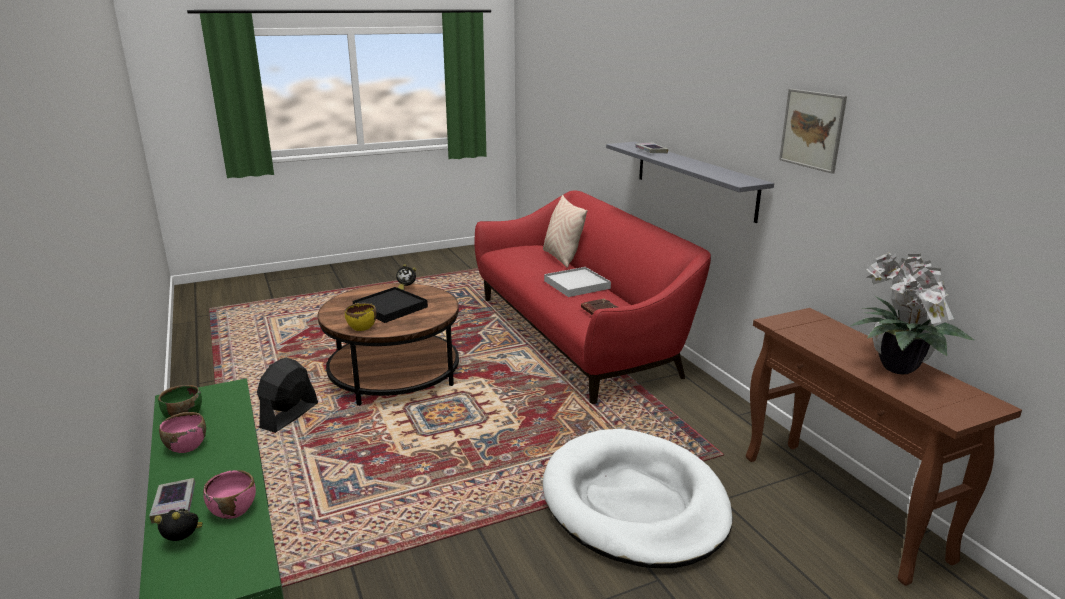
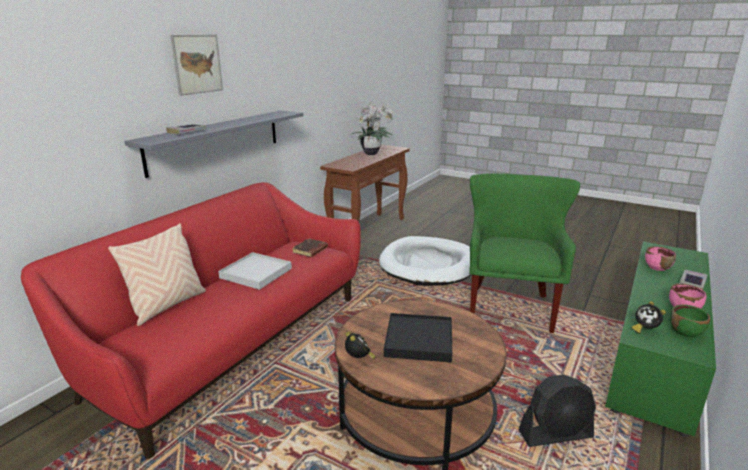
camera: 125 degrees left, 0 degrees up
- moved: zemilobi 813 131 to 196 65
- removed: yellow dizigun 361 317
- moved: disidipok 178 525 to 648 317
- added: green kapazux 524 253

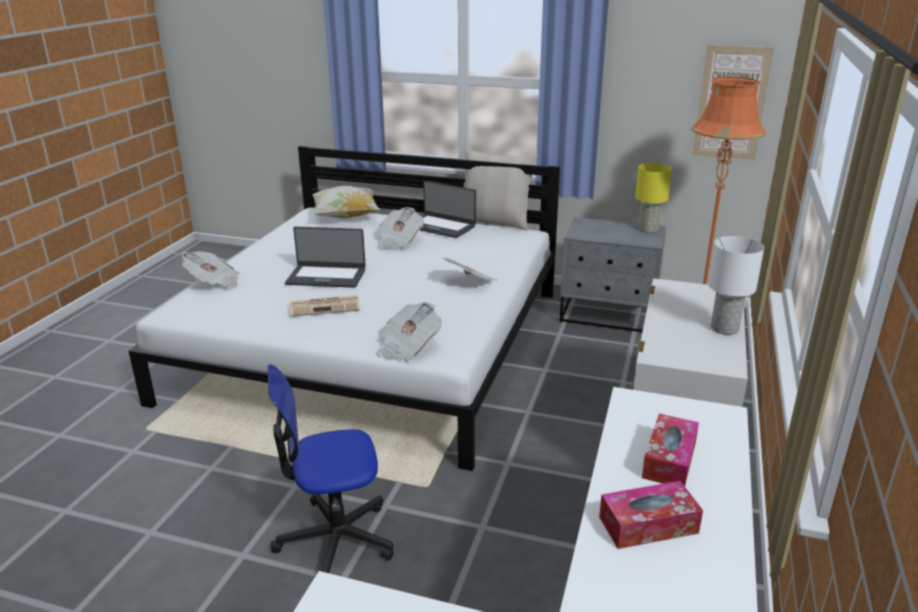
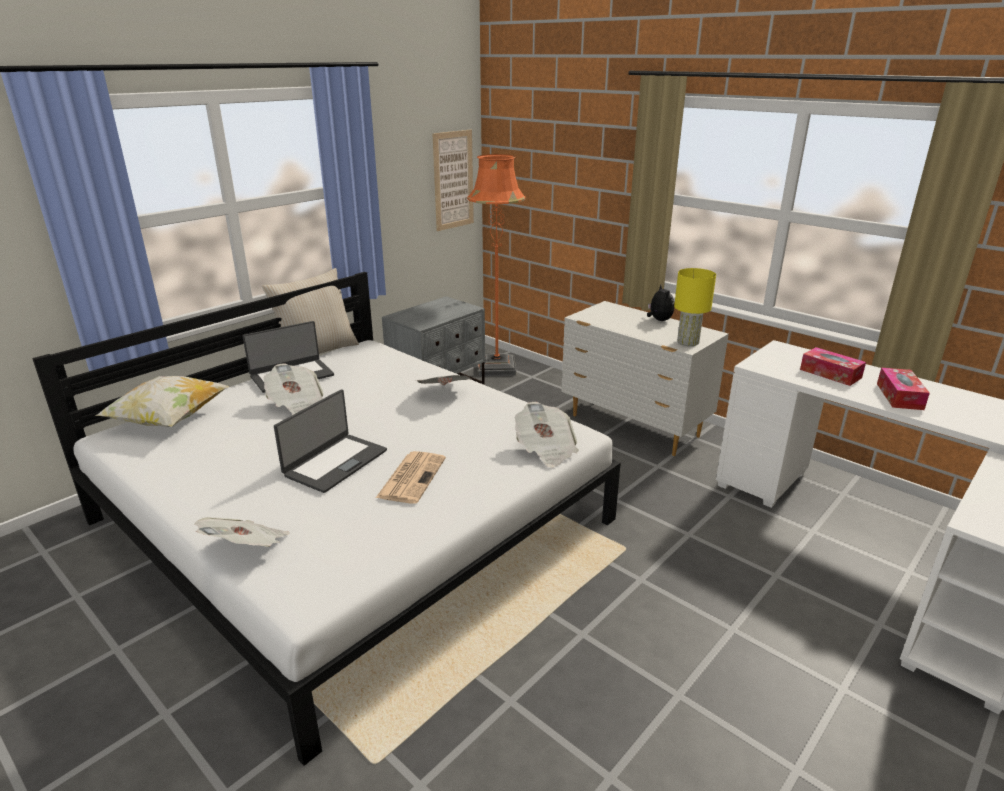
camera: 65 degrees left, 0 degrees up
- moved: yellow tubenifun 653 198 to 695 307
- replaced: white tubenifun 736 285 to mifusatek 660 303
- removed: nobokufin 331 468

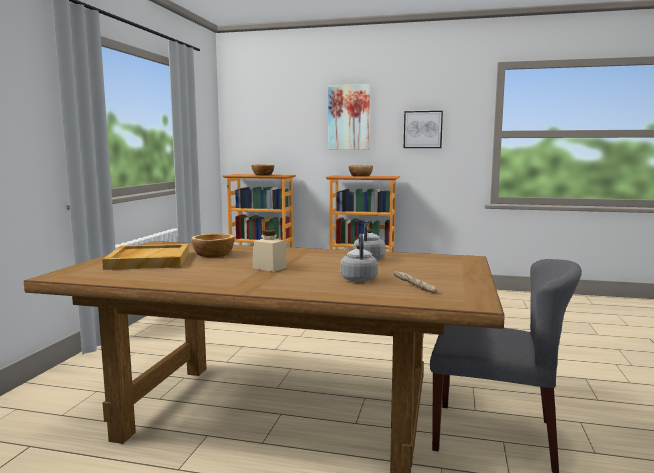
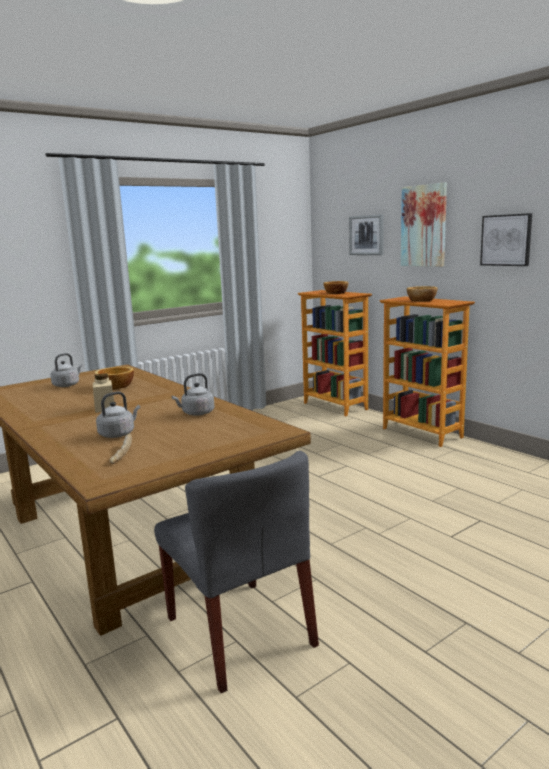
camera: 40 degrees right, 5 degrees up
- replaced: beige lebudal 145 257 to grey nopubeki 66 370
- added: zemilobi 366 234

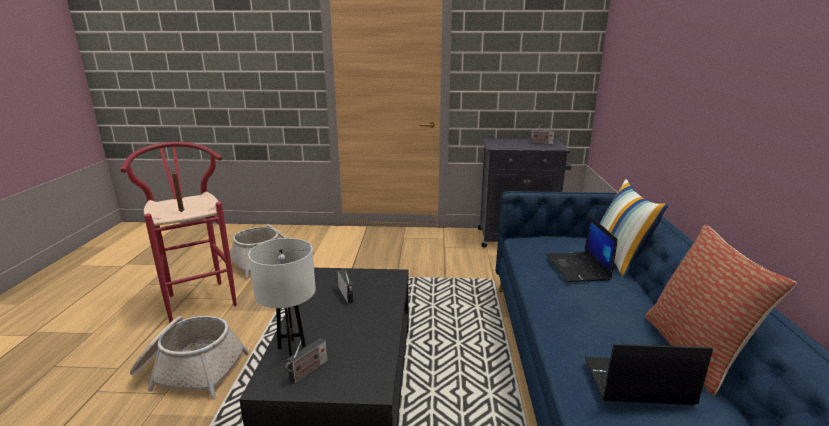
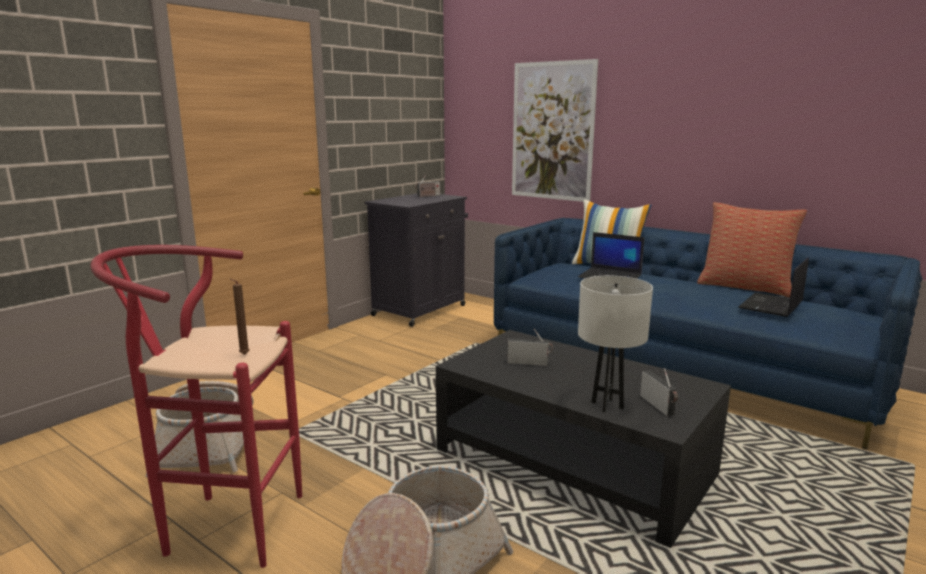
camera: 55 degrees left, 5 degrees down
- added: zemilobi 555 130

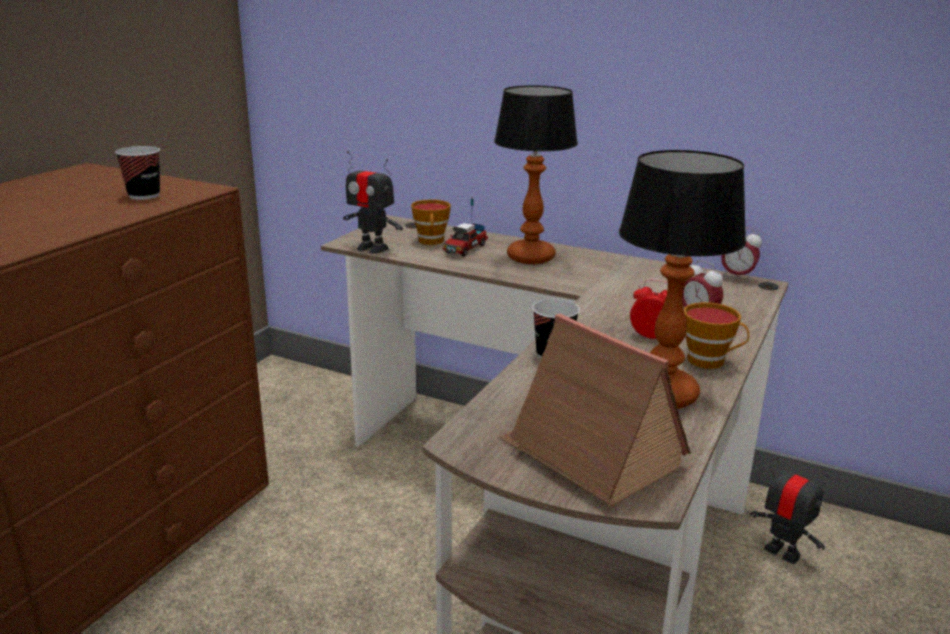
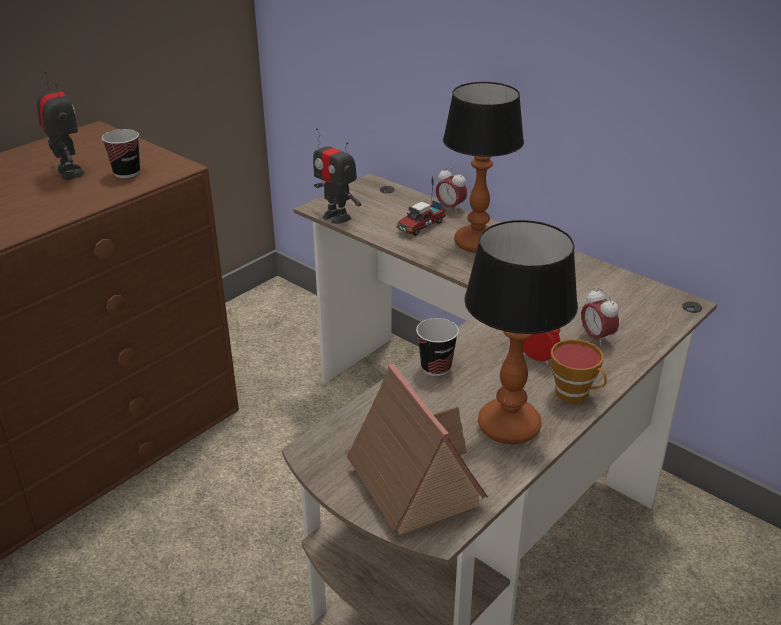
camera: 15 degrees right, 10 degrees up
- removed: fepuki 431 222
- moved: disidipok 741 253 to 451 190
- moved: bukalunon 789 510 to 61 126

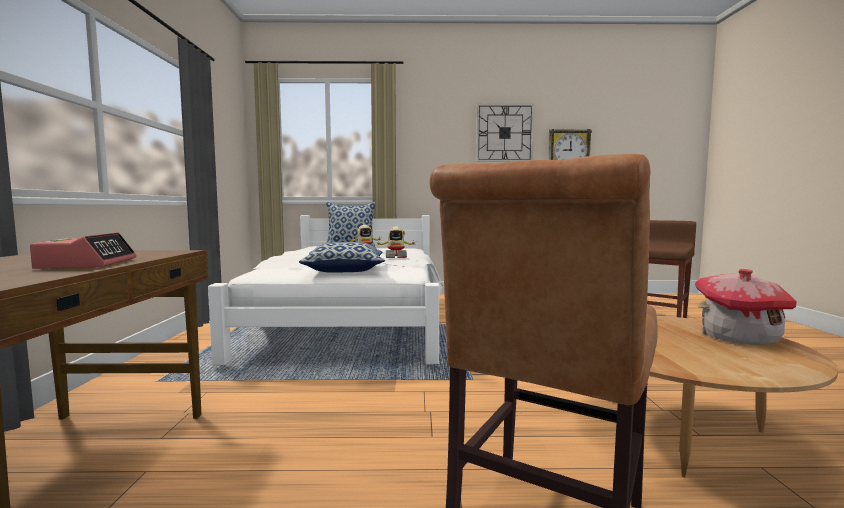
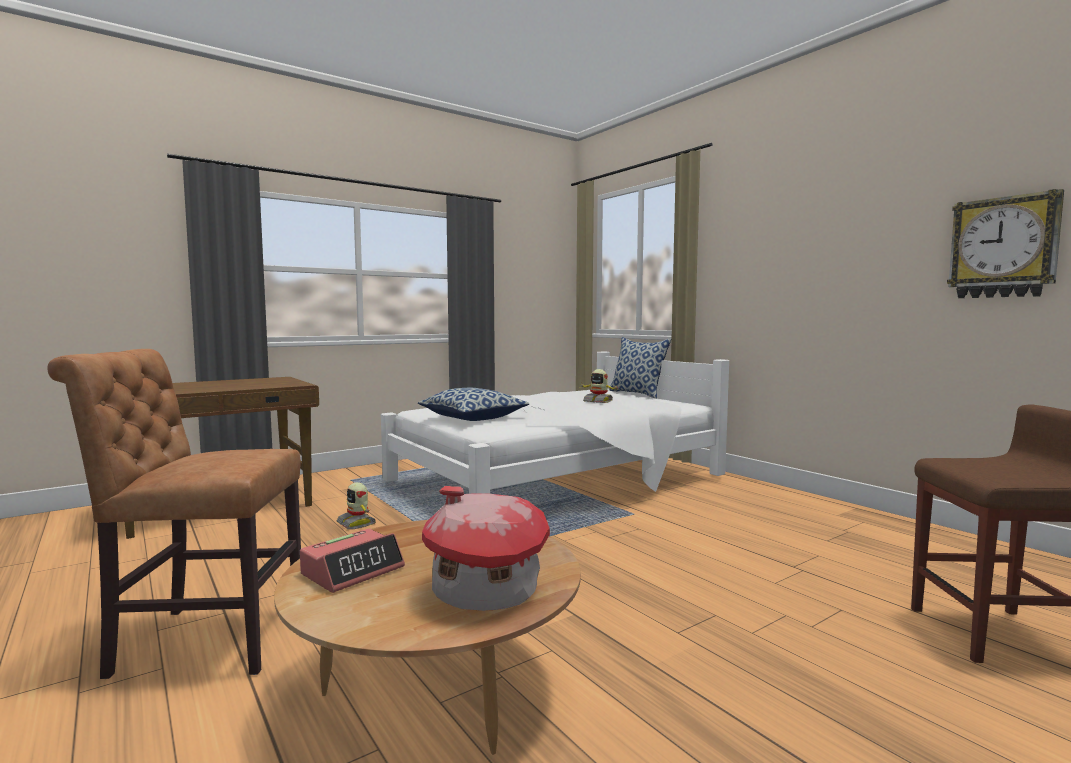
camera: 55 degrees right, 0 degrees up
- removed: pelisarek 505 132
- moved: bukalunon 395 242 to 356 505
- moved: disidipok 83 250 to 352 560

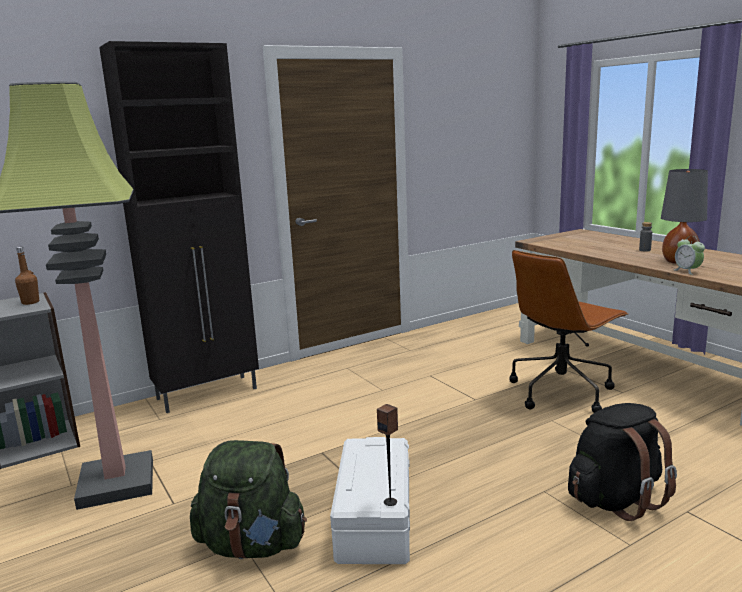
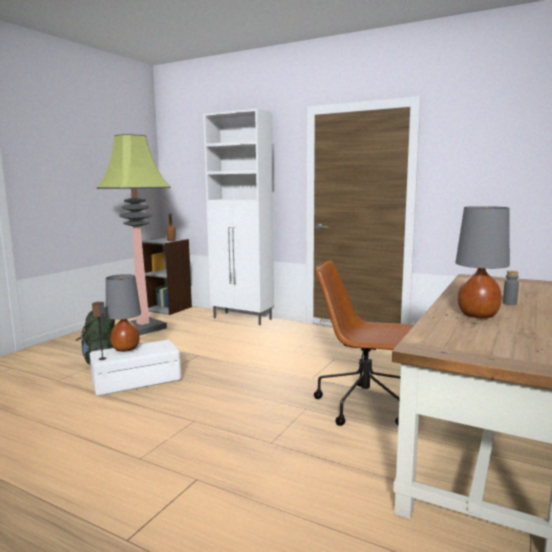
camera: 60 degrees right, 5 degrees down
- recoloured: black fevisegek 179 227 to white fevisegek 238 217
- removed: disidipok 689 255
- removed: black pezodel 622 462
- added: grey tubenifun 123 313

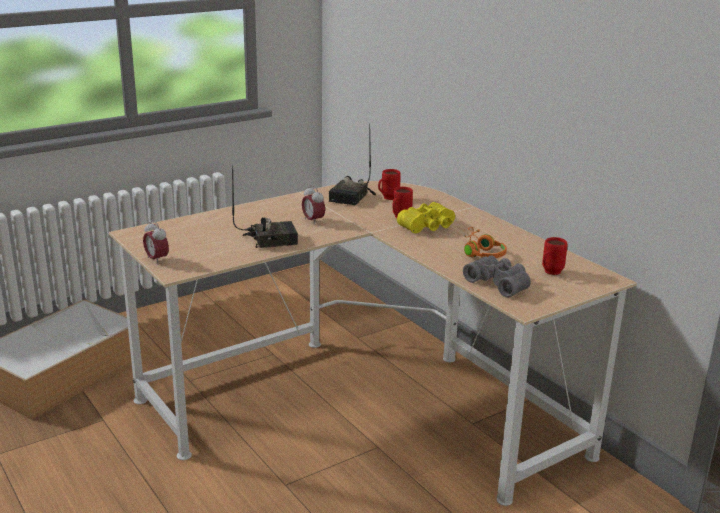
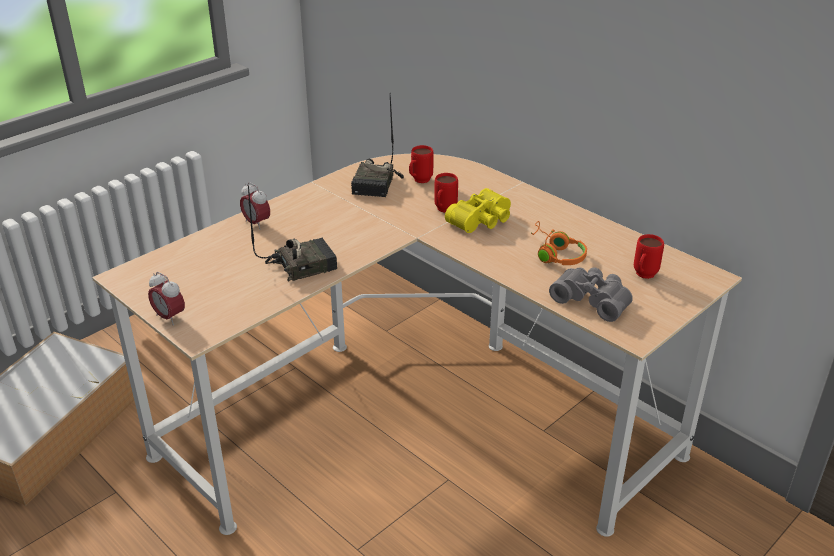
camera: 10 degrees left, 10 degrees up
- moved: disidipok 313 205 to 255 206

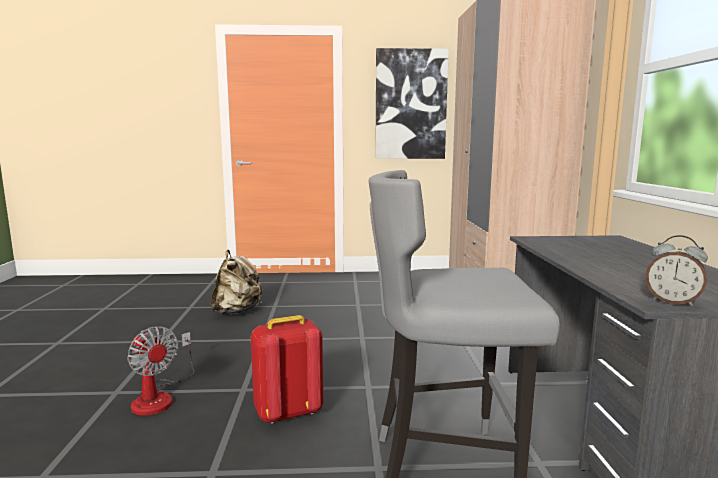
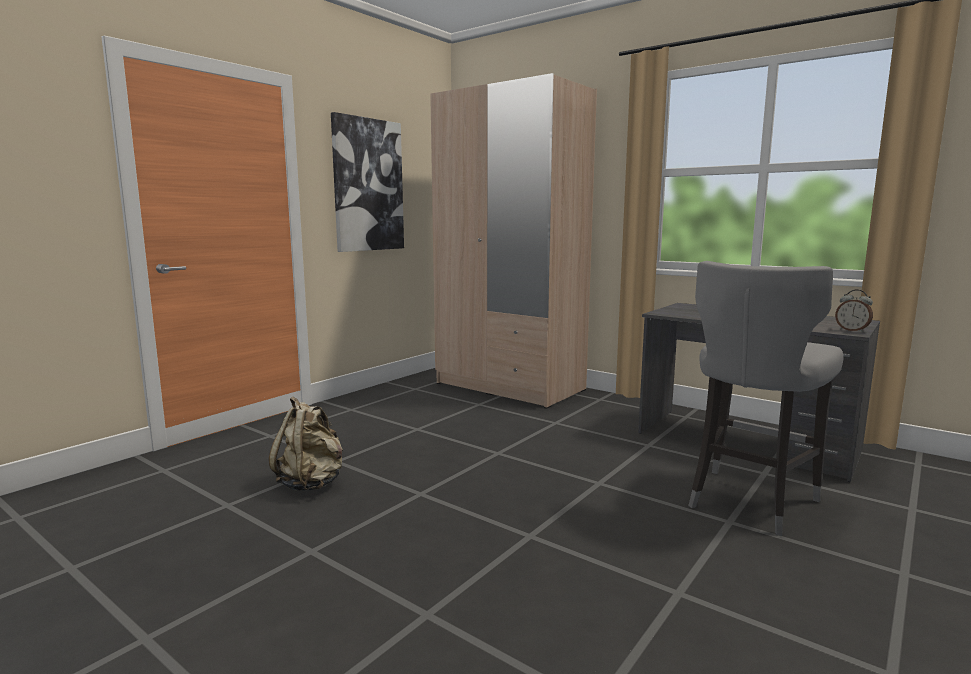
camera: 50 degrees left, 0 degrees up
- turned: disidipok 677 270 = 854 311 60 degrees clockwise
- removed: red pezodel 287 369
- removed: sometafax 160 371

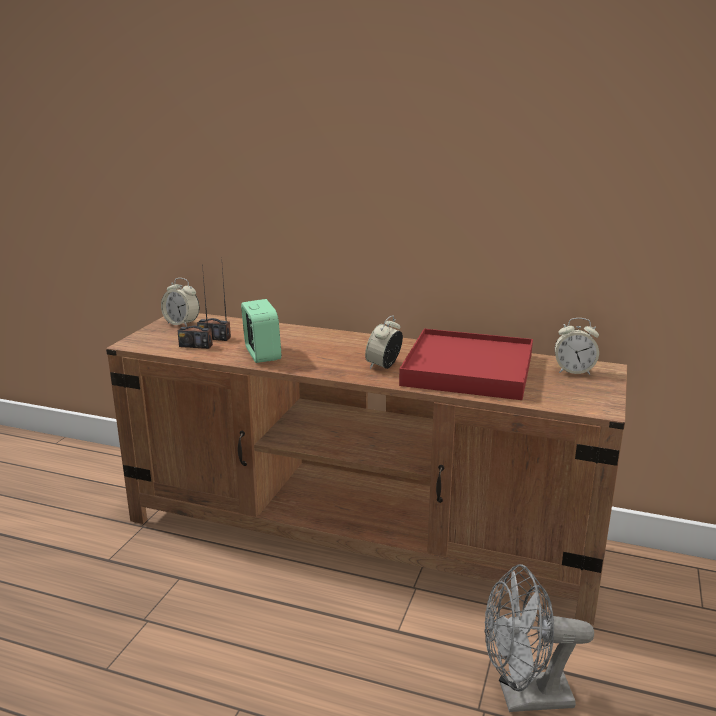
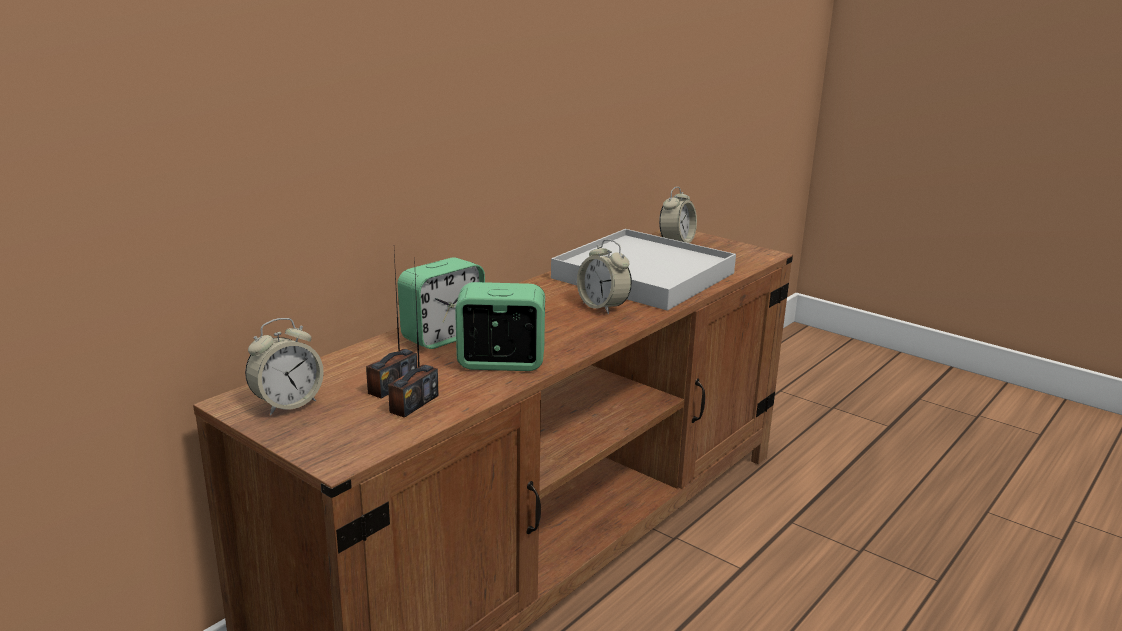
camera: 70 degrees left, 0 degrees up
- recoloured: red lebudal 466 364 to white lebudal 643 270
- removed: grey sometafax 539 638
- added: disidipok 441 303

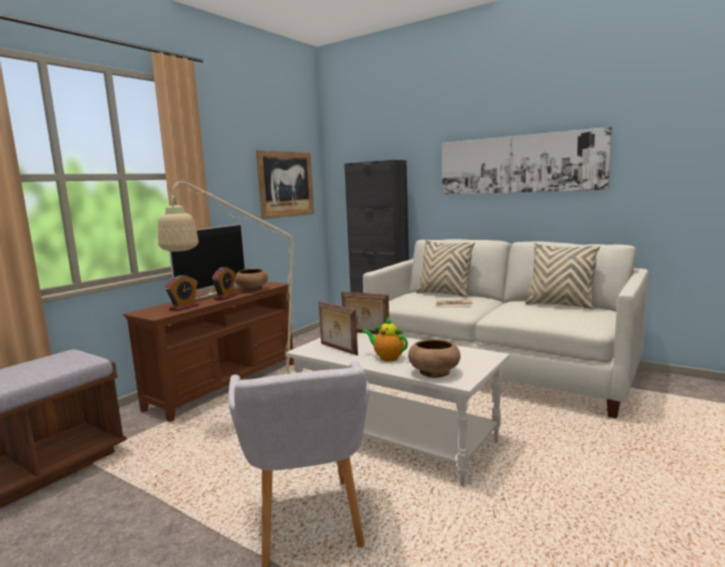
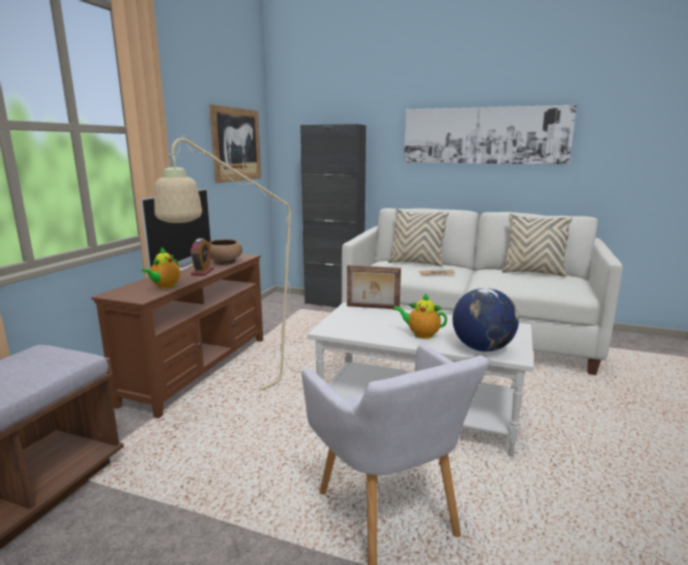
camera: 15 degrees left, 5 degrees up
- replaced: disidipok 182 293 to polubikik 160 268
- removed: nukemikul 338 328
- replaced: brown dizigun 434 358 to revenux 486 320

